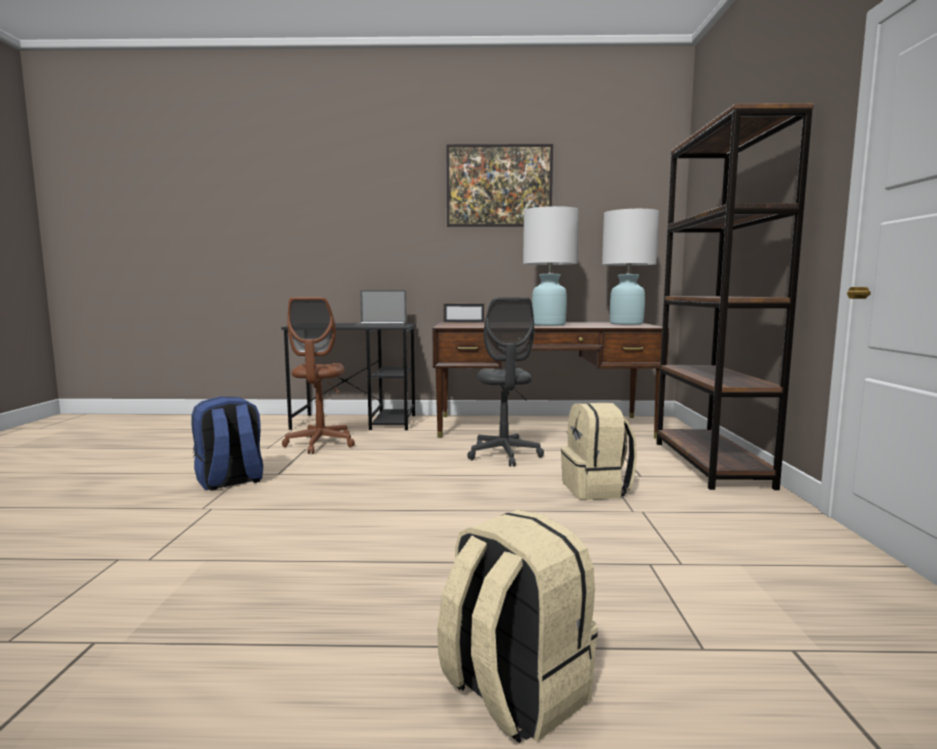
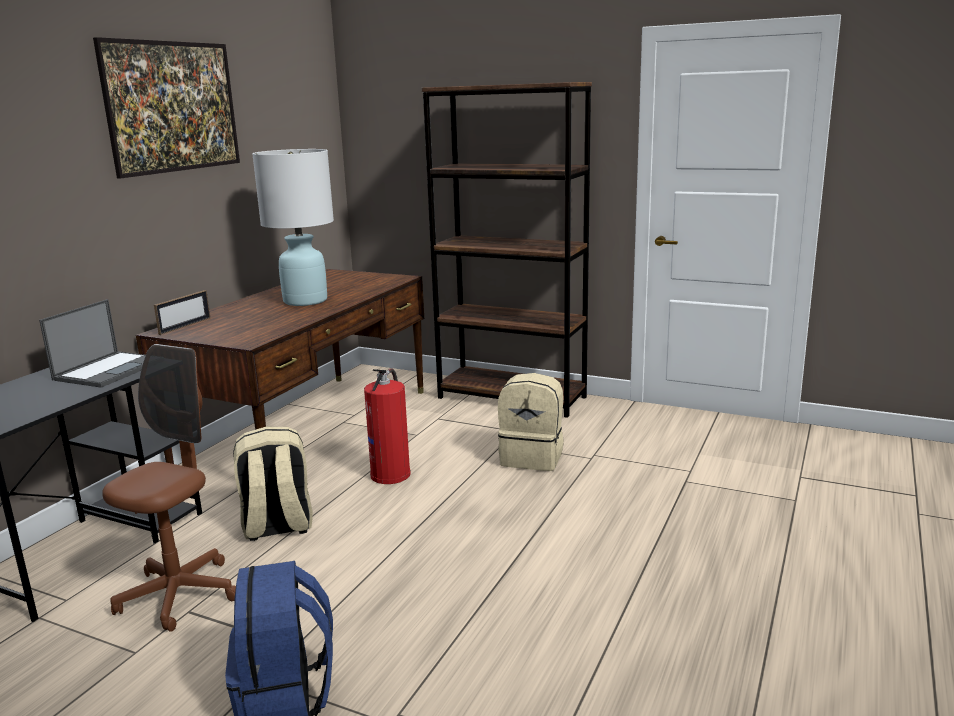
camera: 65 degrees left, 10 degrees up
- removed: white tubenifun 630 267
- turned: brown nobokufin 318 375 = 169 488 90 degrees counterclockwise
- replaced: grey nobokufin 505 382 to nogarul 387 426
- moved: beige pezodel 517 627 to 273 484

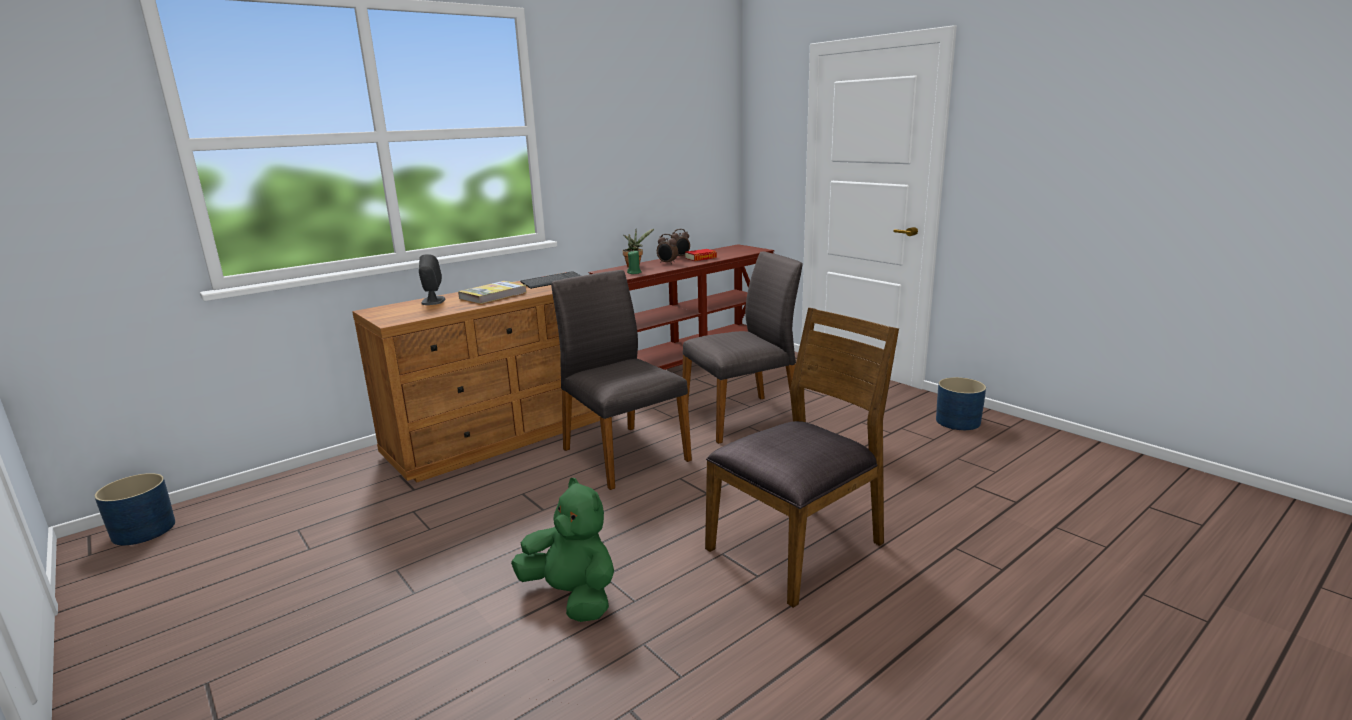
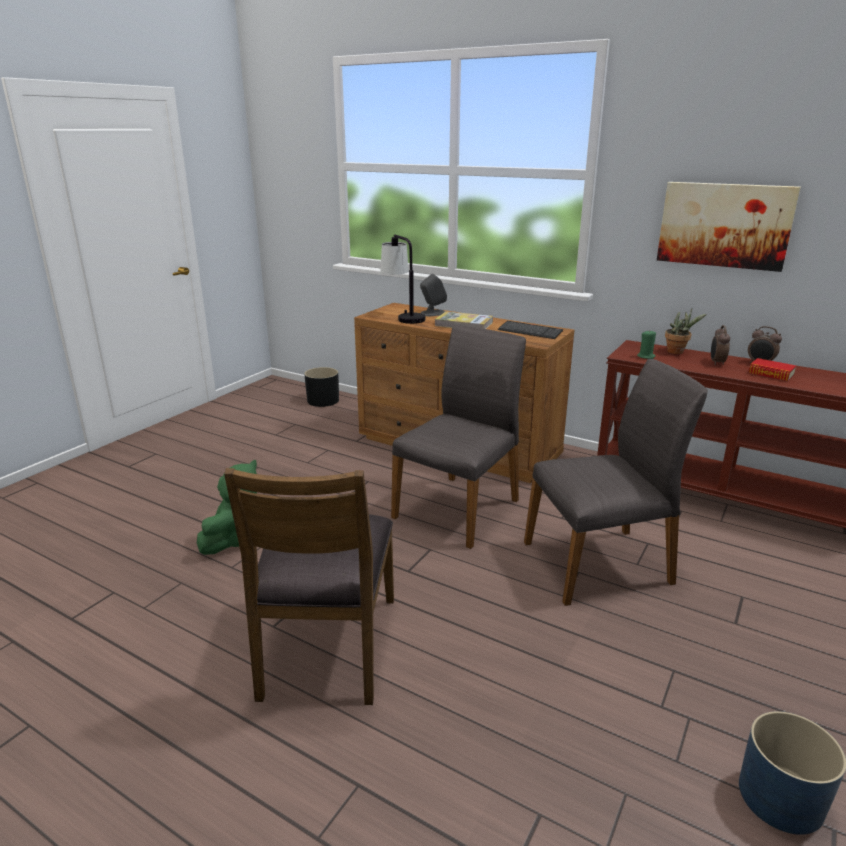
camera: 70 degrees right, 5 degrees up
- turned: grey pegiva 742 348 = 616 482 60 degrees counterclockwise
- turned: brown pegiva 802 457 = 309 586 60 degrees clockwise
- removed: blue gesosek 134 509
- added: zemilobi 729 227
- added: tubenifun 402 279
- added: black gesosek 321 387

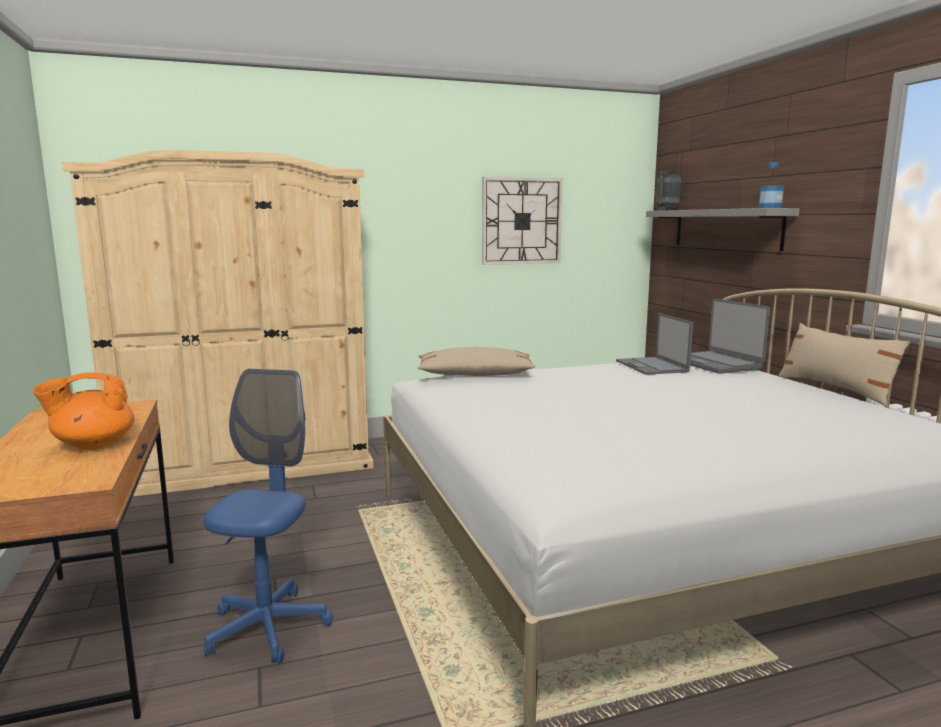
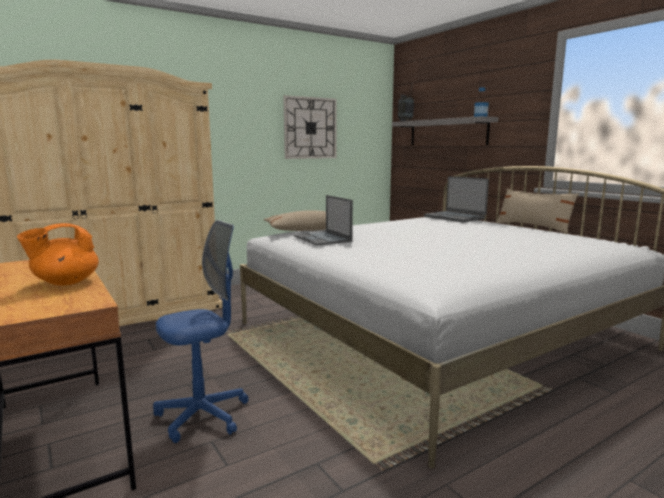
camera: 15 degrees left, 0 degrees up
- moved: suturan 654 344 to 323 220
- turned: blue nobokufin 268 516 = 201 331 60 degrees clockwise

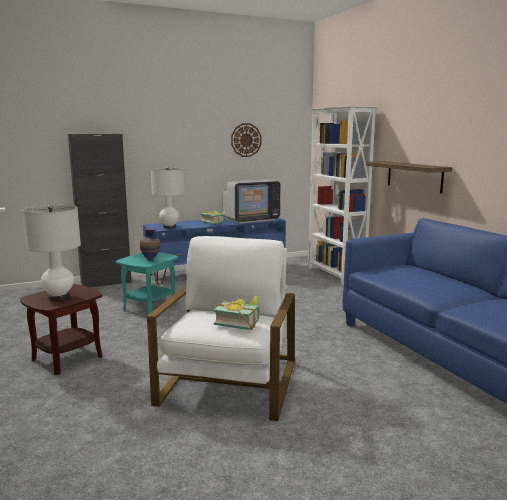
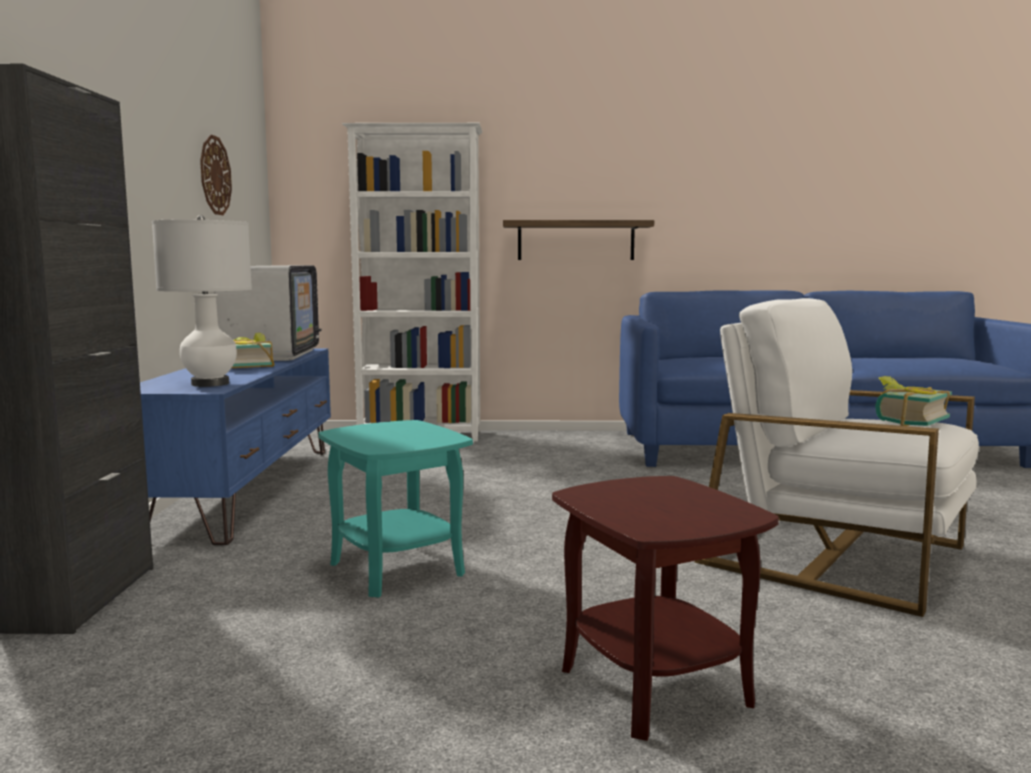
camera: 65 degrees left, 5 degrees down
- removed: white tubenifun 51 253
- removed: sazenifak 150 244

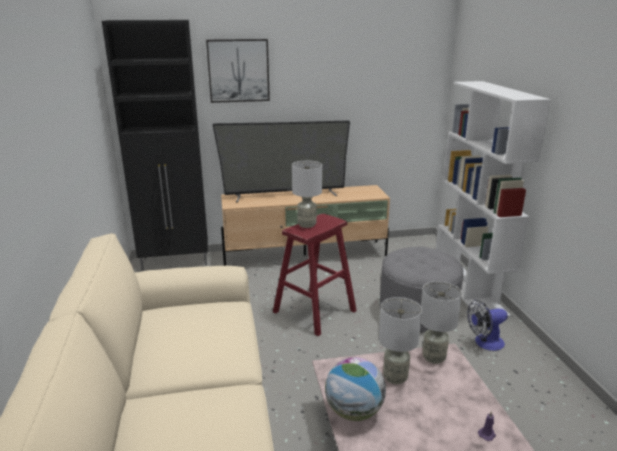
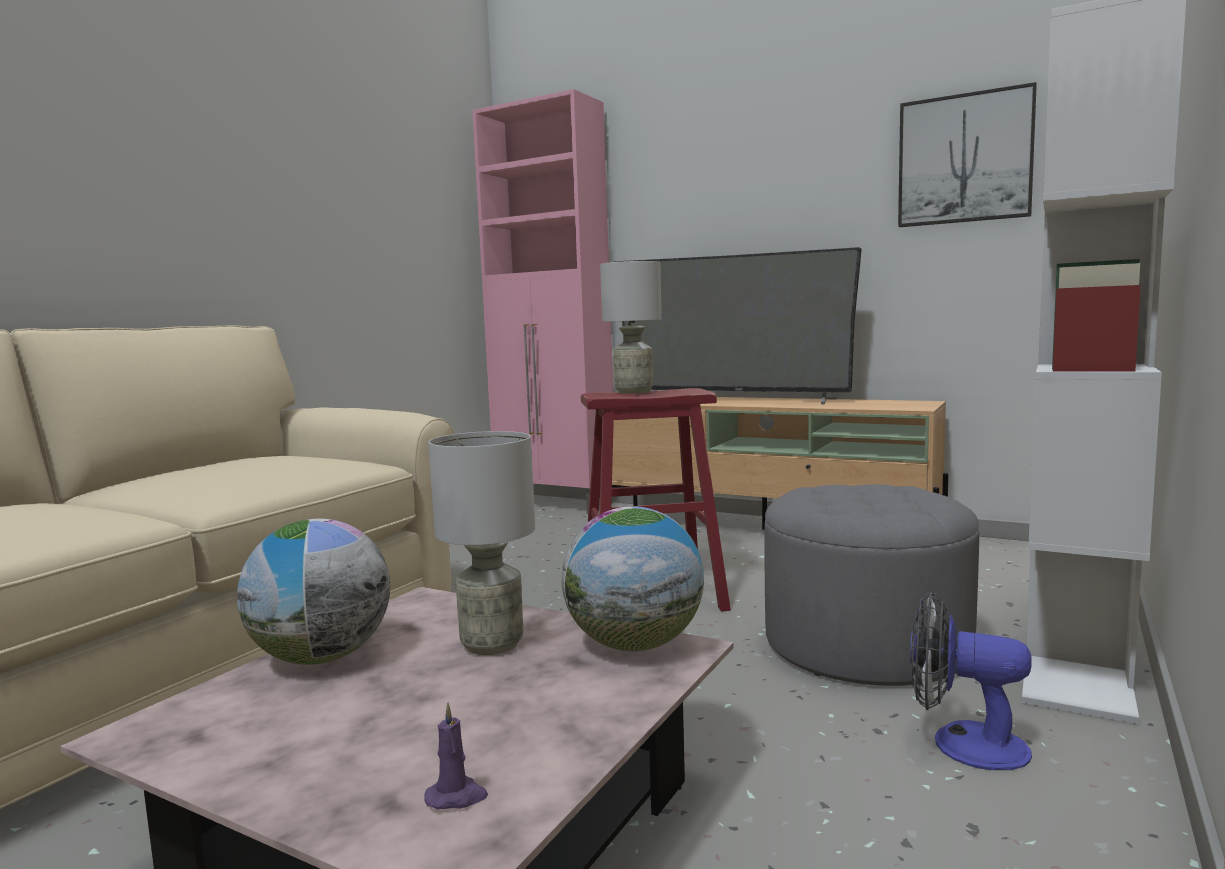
camera: 40 degrees right, 15 degrees down
- recoloured: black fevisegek 155 145 to pink fevisegek 542 301
- moved: zemilobi 238 71 to 967 154
- replaced: grey tubenifun 441 322 to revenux 632 578

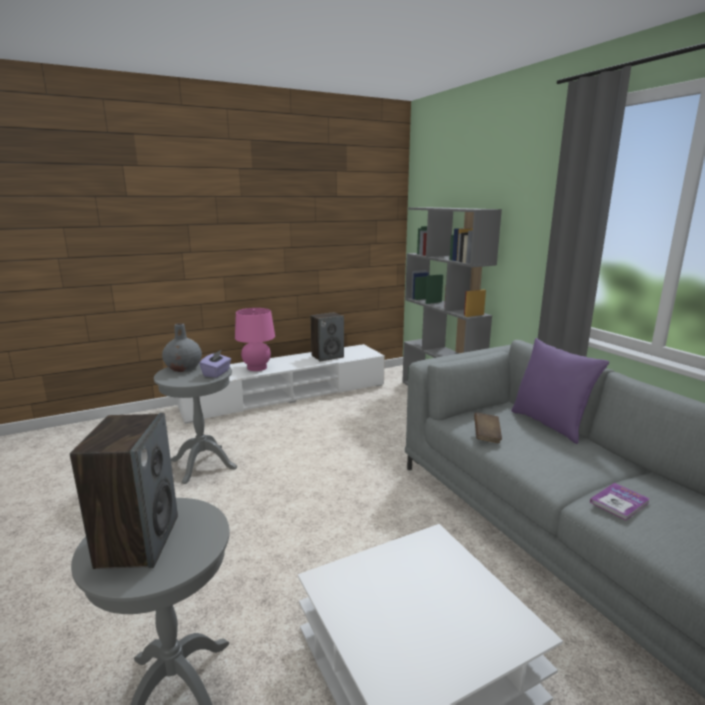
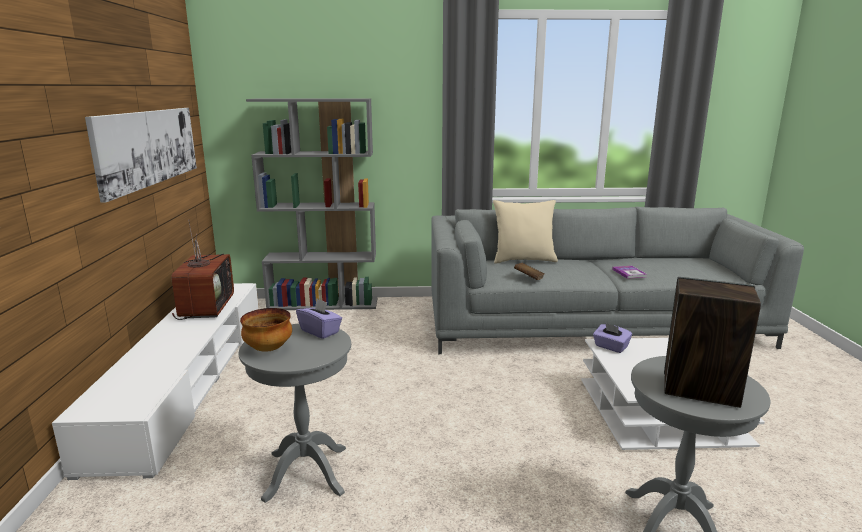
camera: 65 degrees left, 0 degrees up
- removed: pink tubenifun 255 339
- replaced: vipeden 327 337 to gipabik 202 269
- replaced: grey sazenifak 182 347 to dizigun 266 330
- recoloured: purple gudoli 560 391 to beige gudoli 525 232
- added: zemilobi 141 155
- added: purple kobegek 612 338

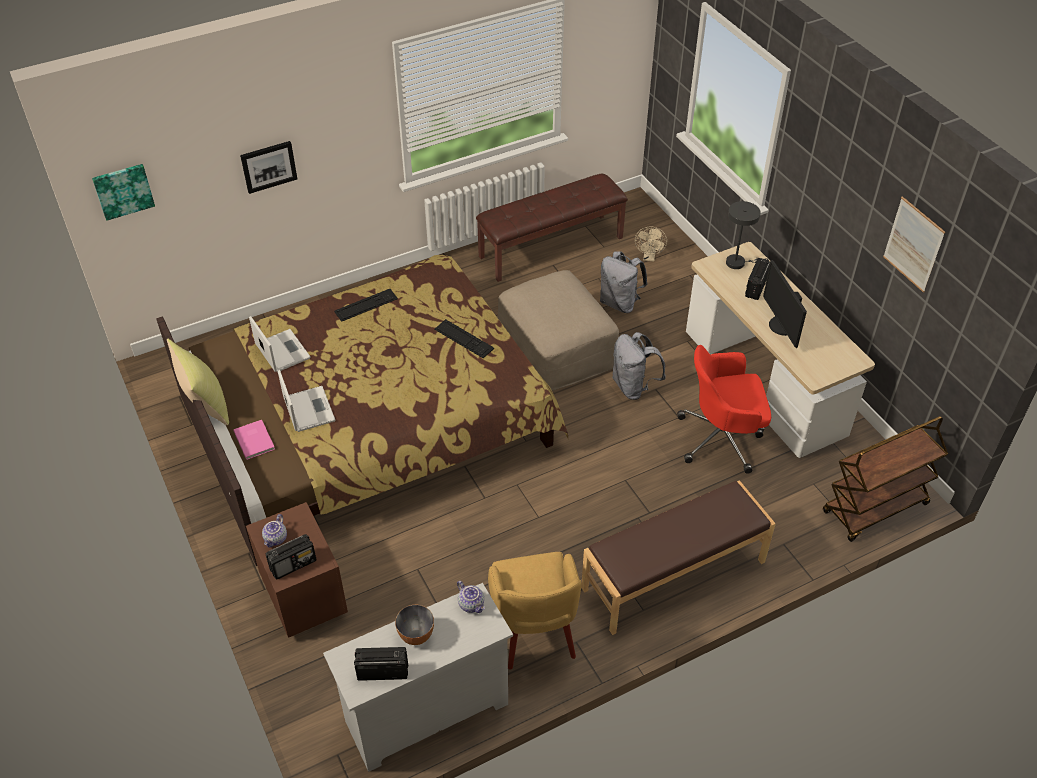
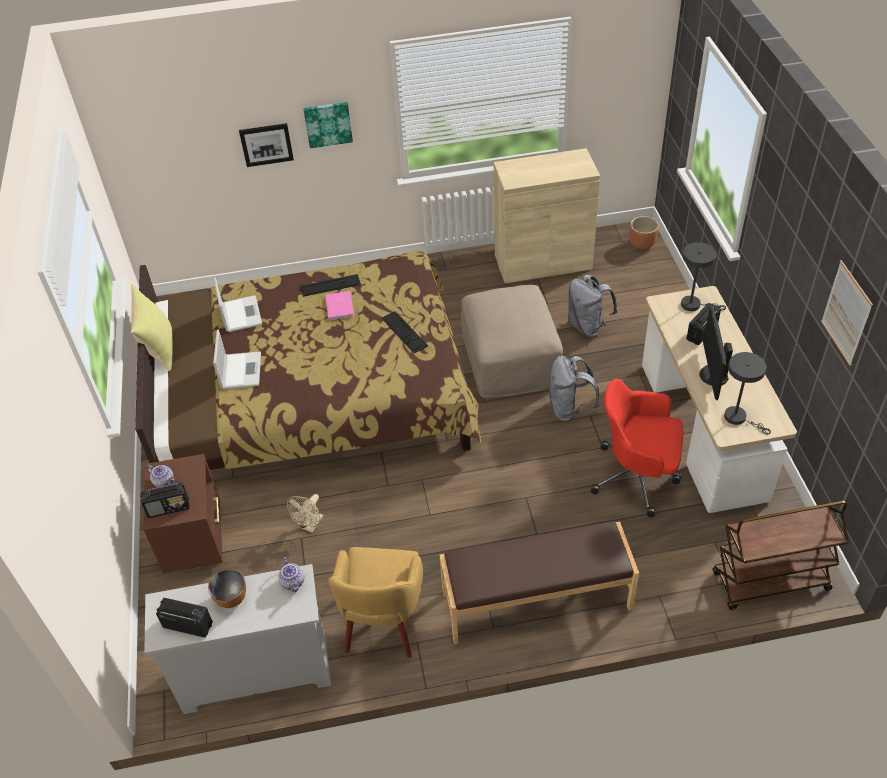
camera: 20 degrees right, 0 degrees up
- moved: zemilobi 123 192 to 328 125
- replaced: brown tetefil 552 228 to beige fevisegek 547 215
- moved: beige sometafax 651 244 to 305 513
- moved: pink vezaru 254 440 to 339 305
- turned: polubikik 274 530 = 160 476 90 degrees counterclockwise
- added: brown gesosek 644 232
- added: grey tubenifun 747 393

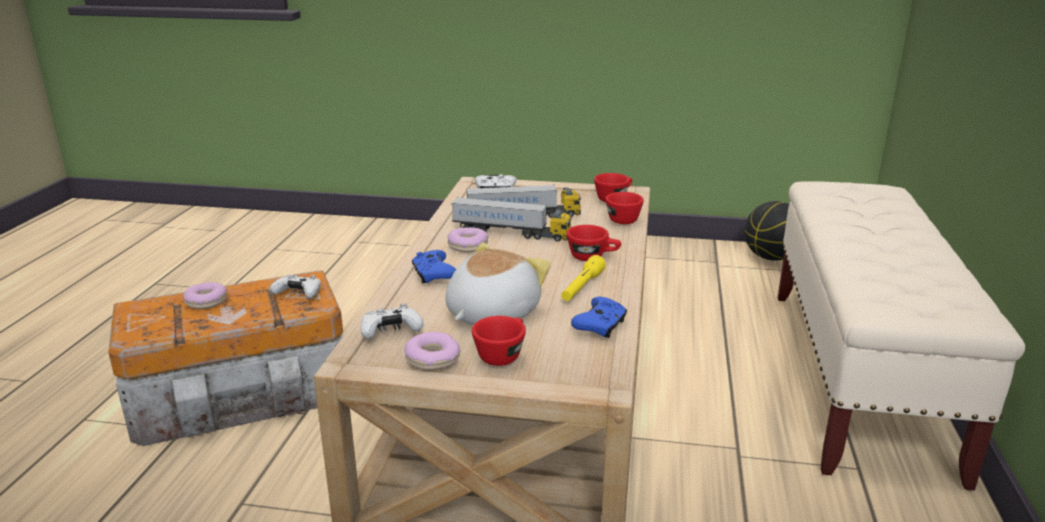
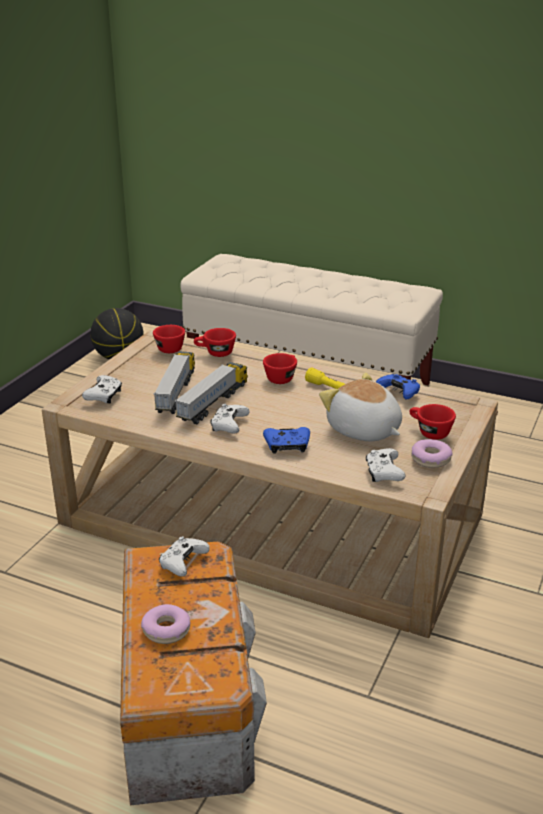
camera: 75 degrees left, 5 degrees up
- replaced: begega 468 239 to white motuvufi 230 419

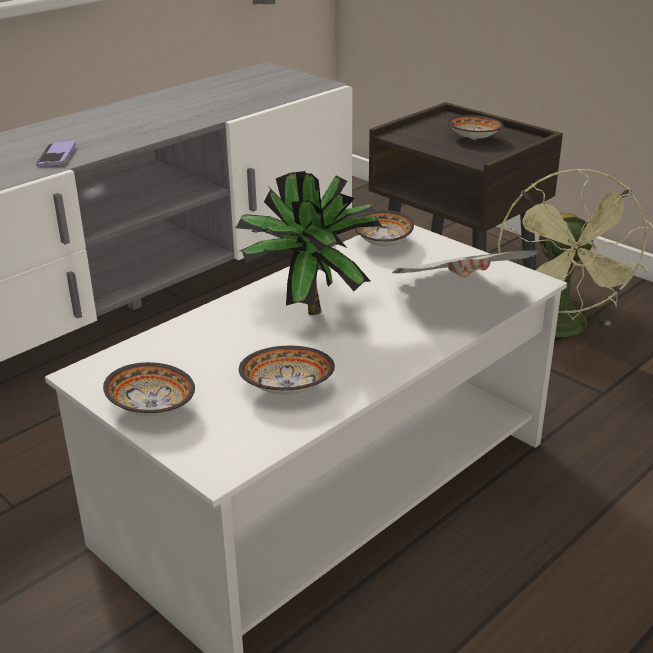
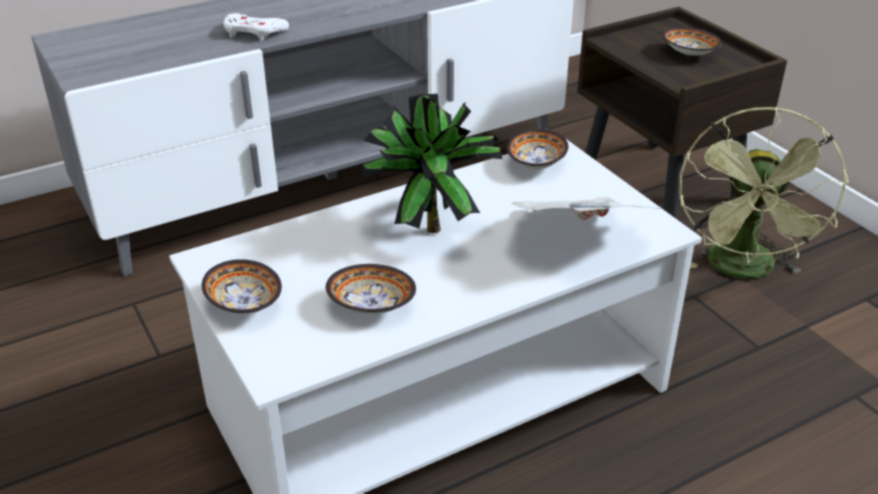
camera: 15 degrees right, 5 degrees up
- replaced: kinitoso 56 154 to white motuvufi 256 27

